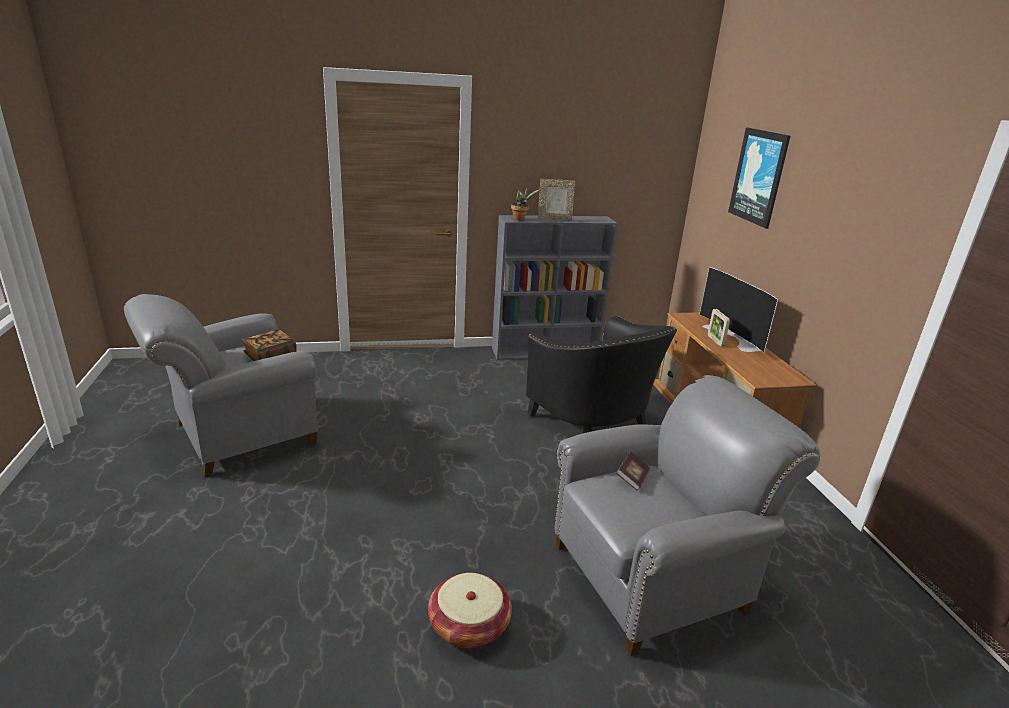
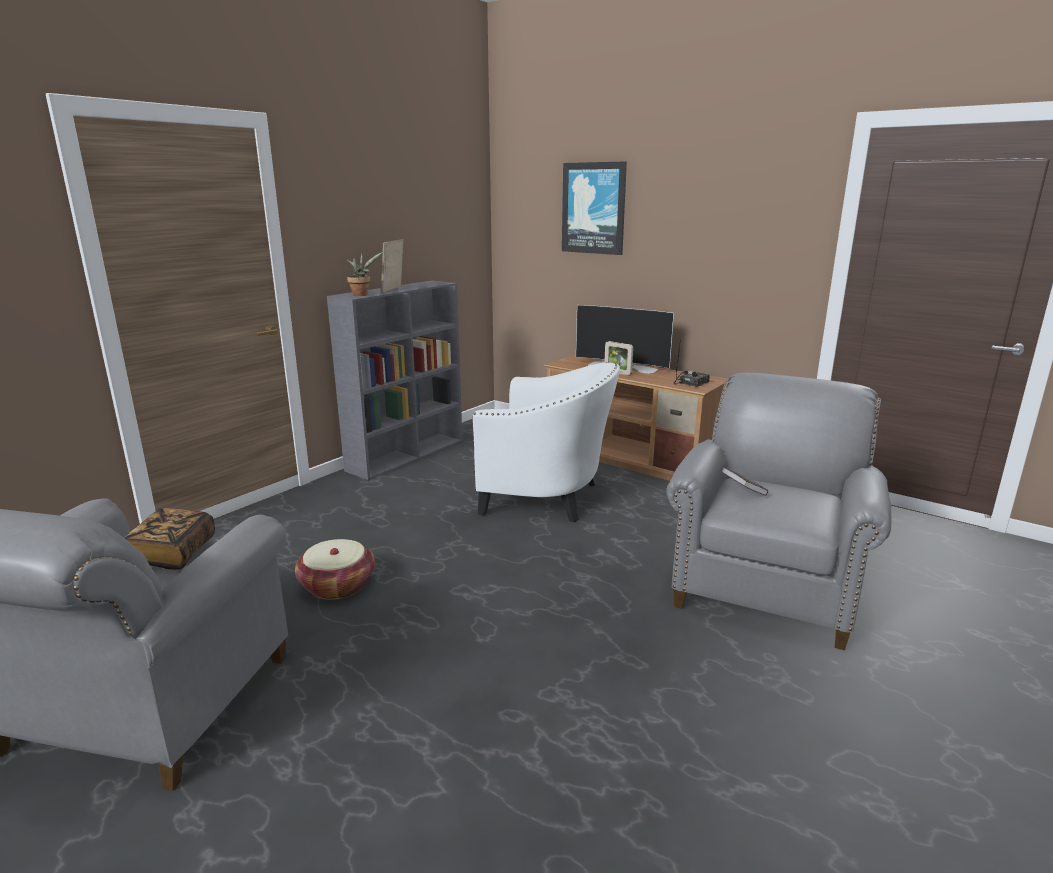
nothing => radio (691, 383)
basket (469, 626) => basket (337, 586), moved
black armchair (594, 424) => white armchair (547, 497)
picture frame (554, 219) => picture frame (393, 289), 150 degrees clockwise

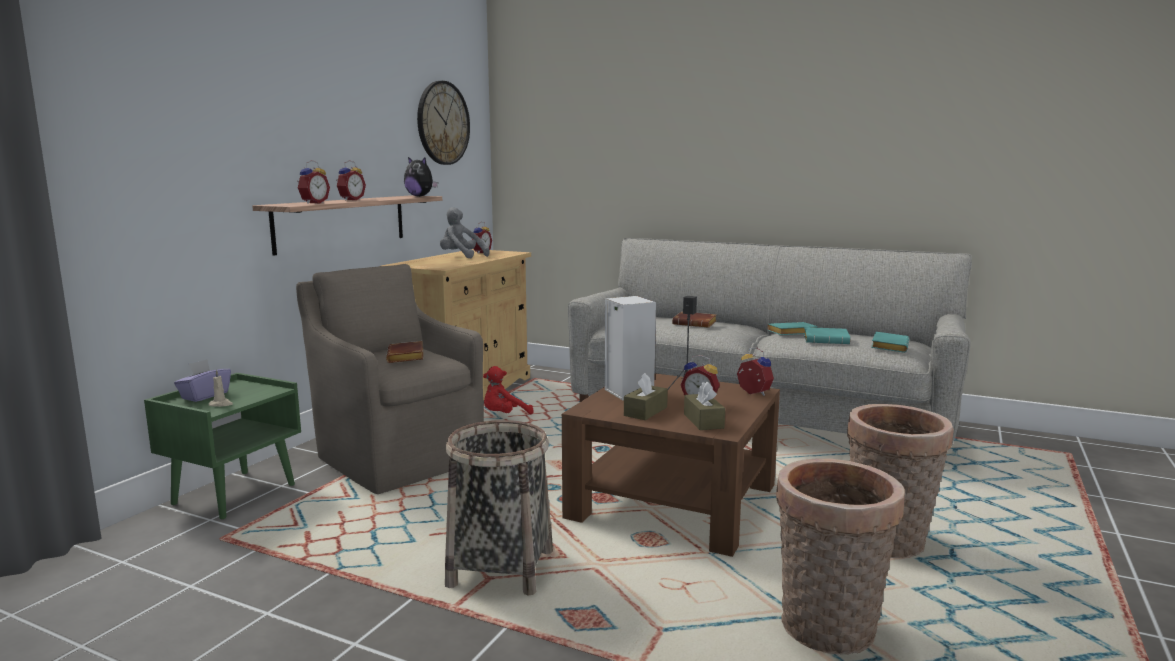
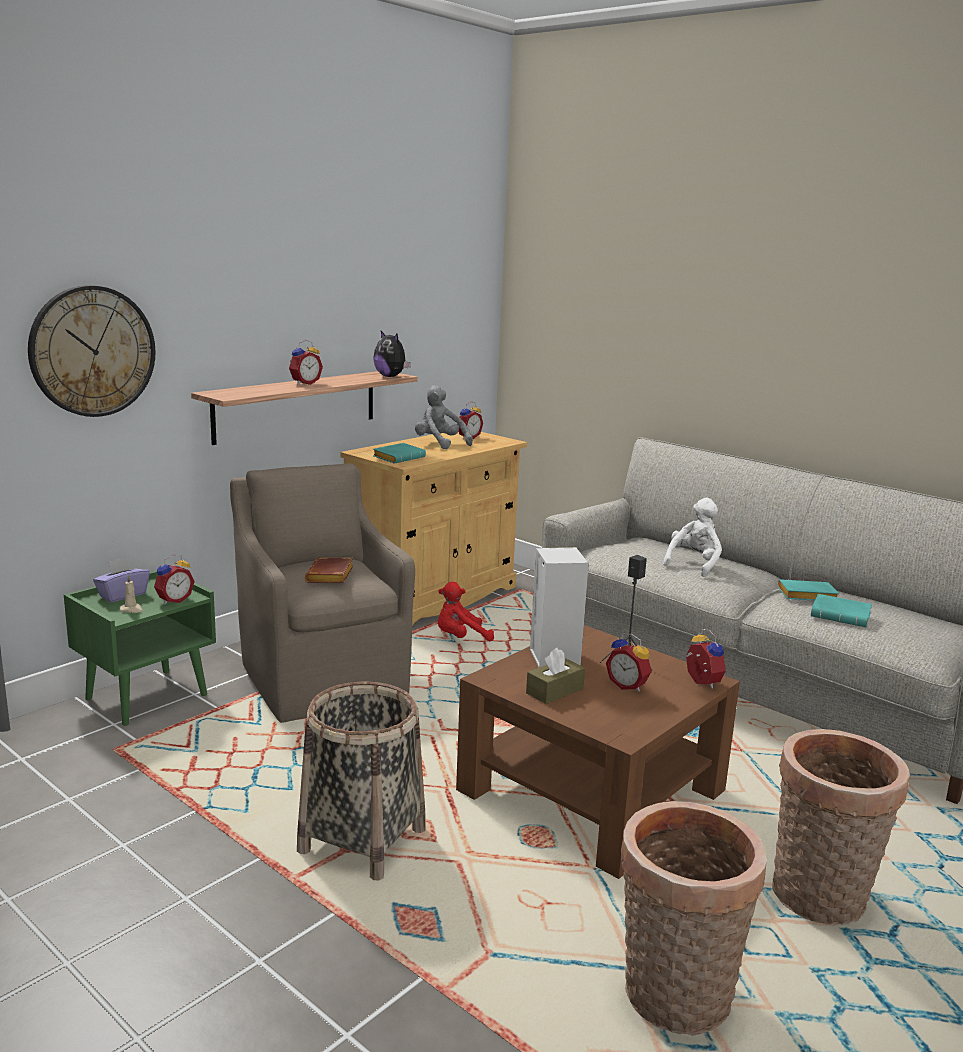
brown tissue box (703, 421) => nothing
alarm clock (313, 203) => alarm clock (173, 600), moved
wall clock (443, 123) => wall clock (92, 351), moved
turquoise book (888, 346) => turquoise book (399, 457), moved
brown book (696, 324) => white plush toy (694, 564)

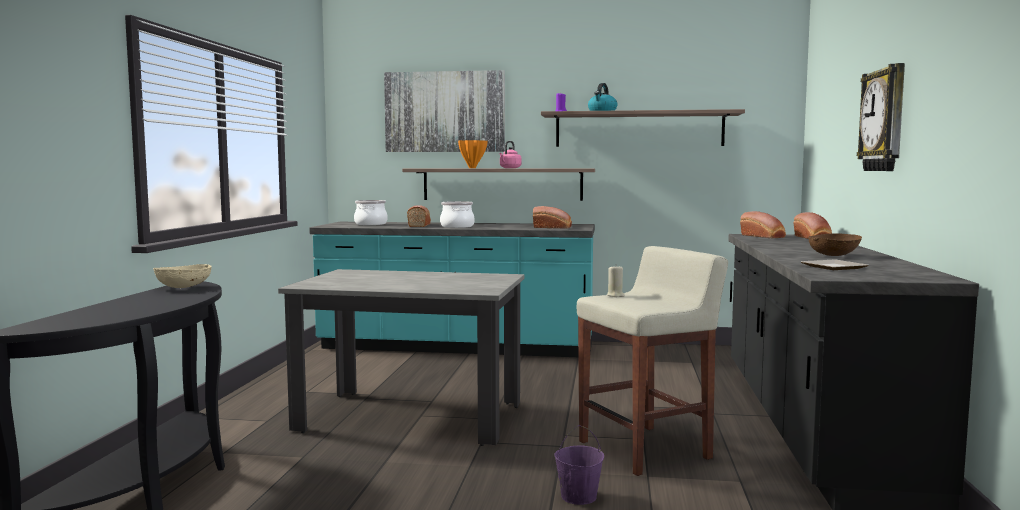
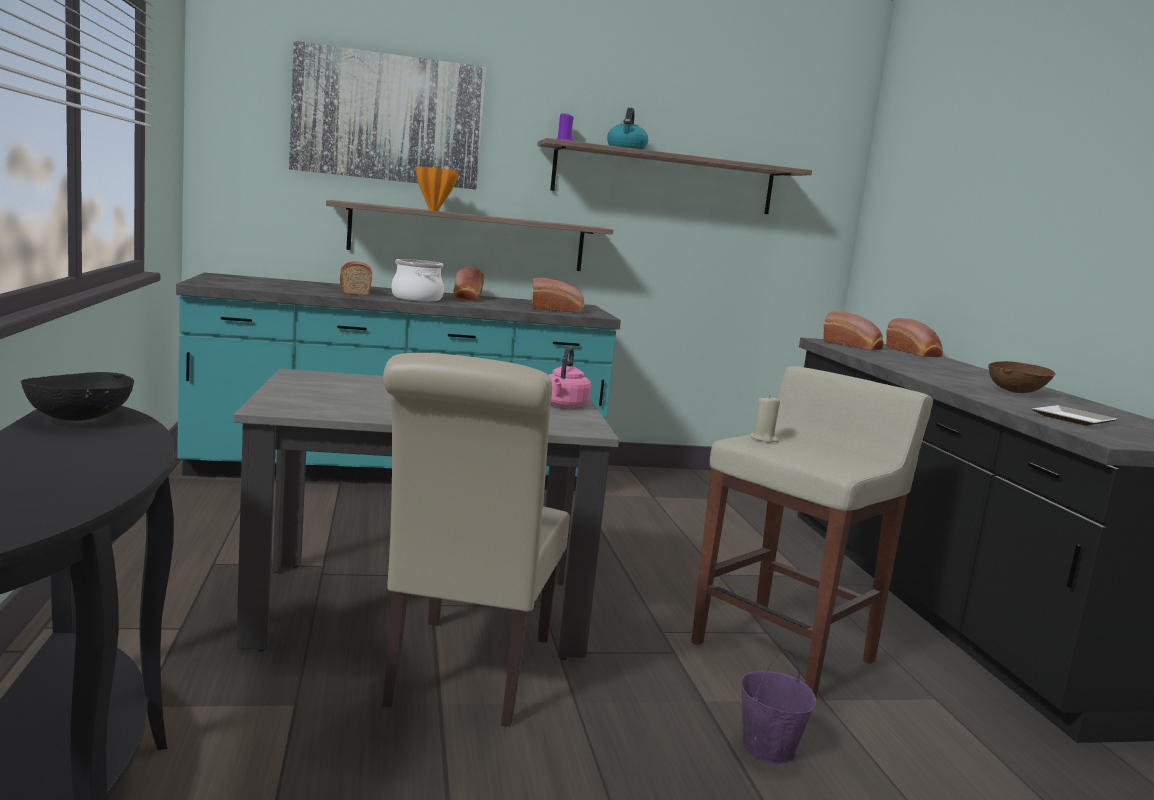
cooking pot (371, 224) => nothing
wall clock (885, 120) => nothing
nothing => beige chair (465, 676)
nothing => bread (467, 297)
pink kettle (509, 168) => pink kettle (564, 406), moved
beige bowl (183, 287) => black bowl (79, 418)

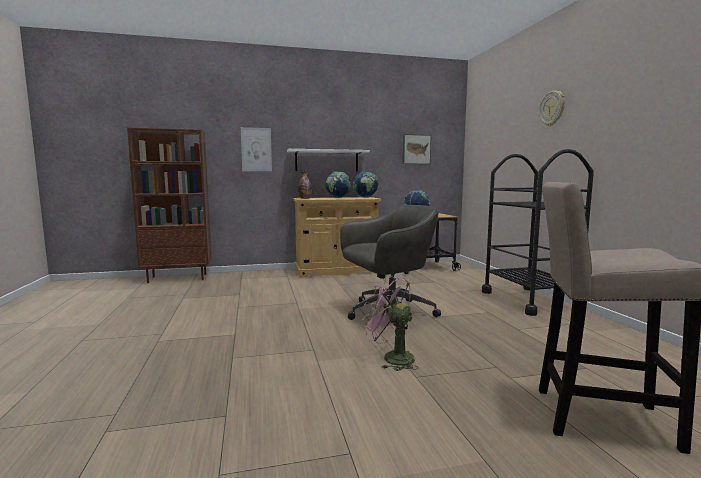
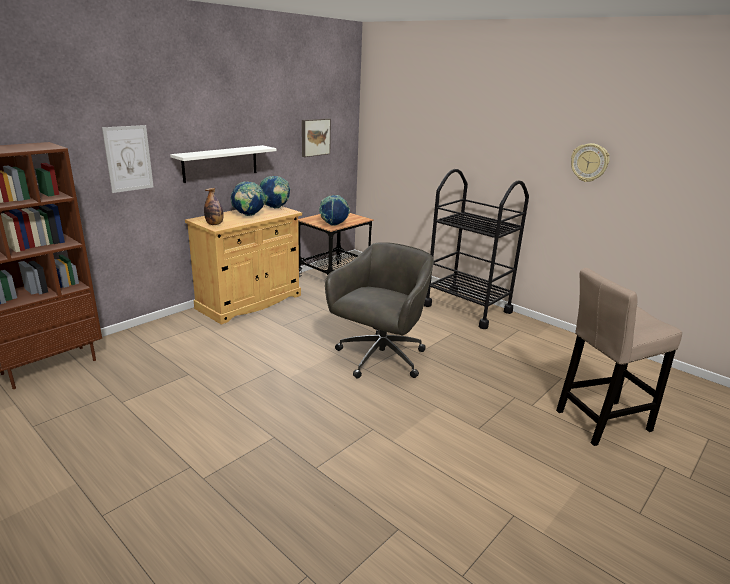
pink fan (391, 357) => nothing
wall clock (552, 108) => wall clock (589, 162), moved

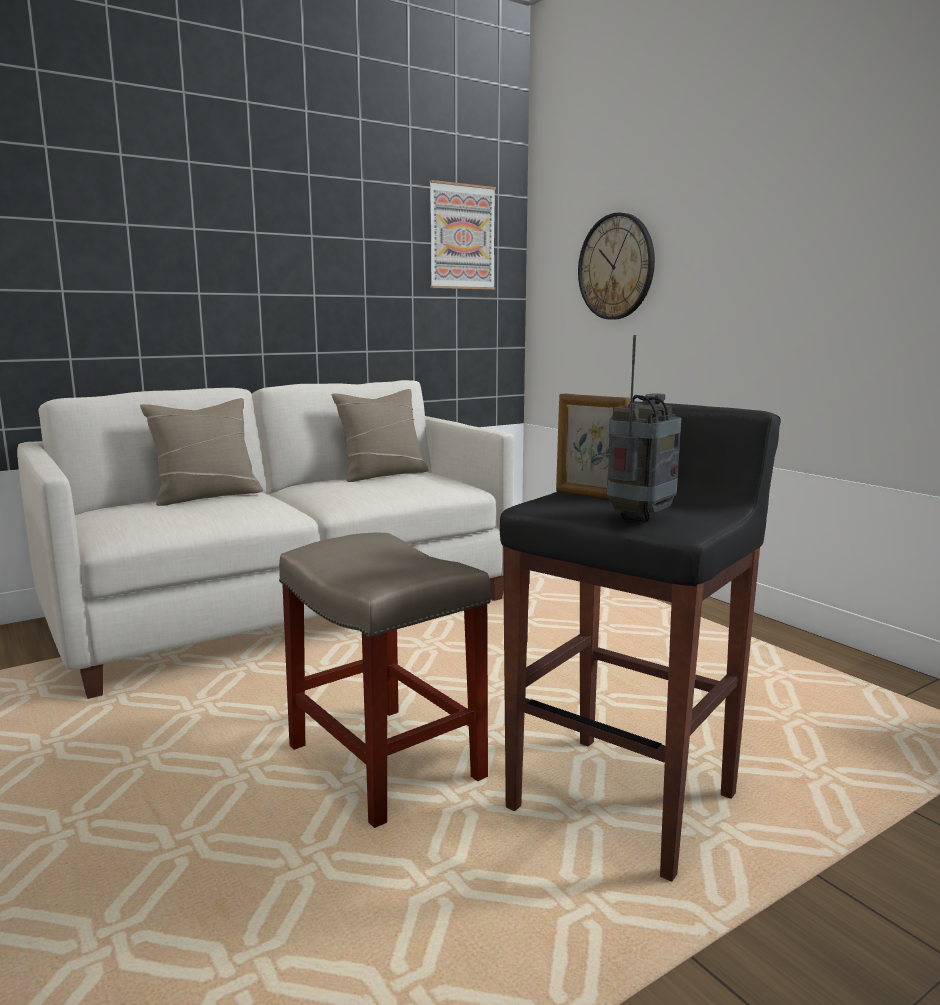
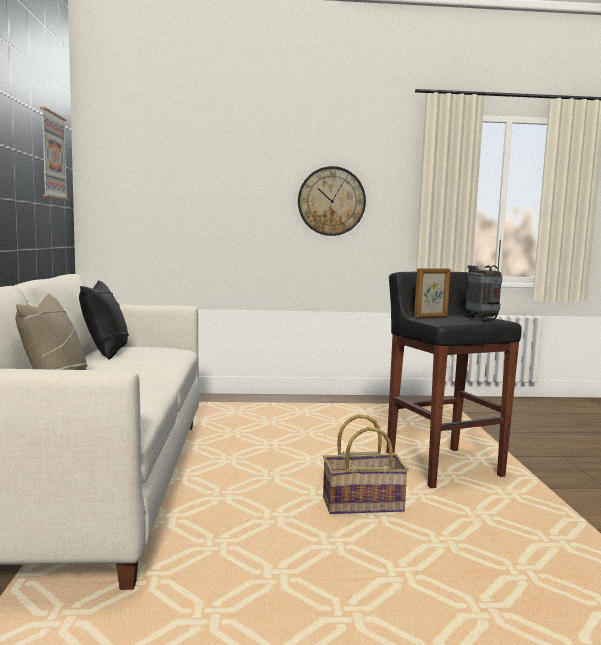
wall clock (616, 267) => wall clock (331, 201), moved
beige stool (387, 763) => basket (363, 504)
beige pillow (382, 475) => black pillow (106, 352)

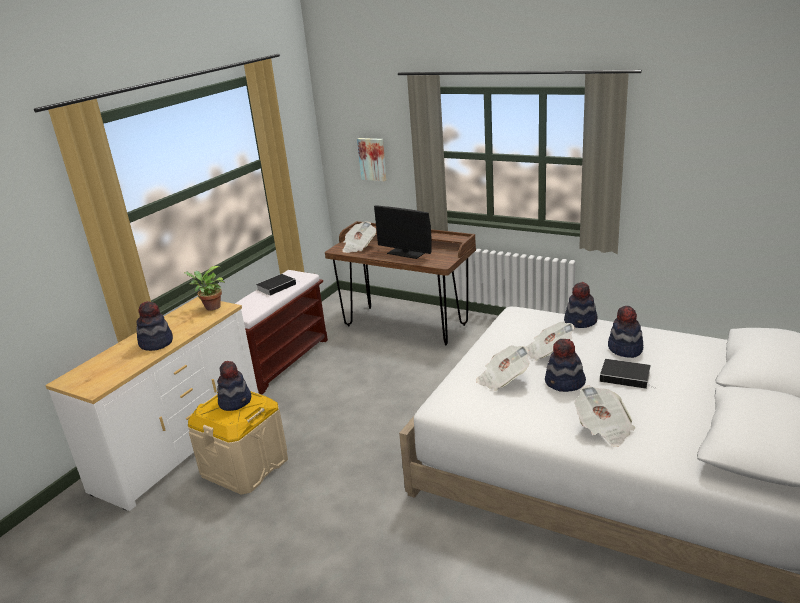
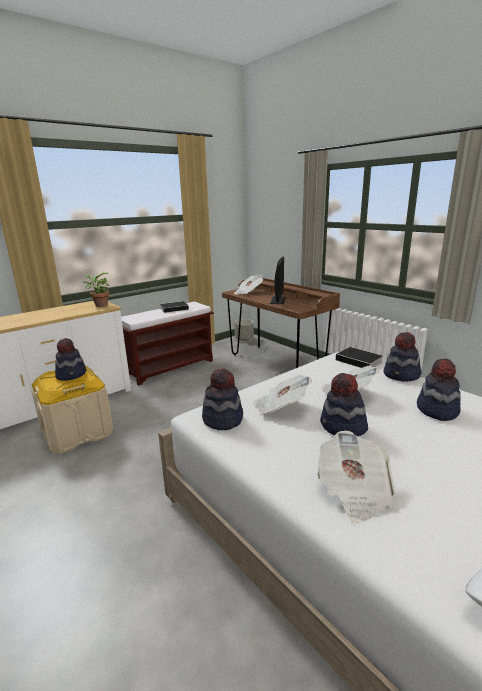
picture (372, 159) => nothing
nothing => grey planter (244, 339)
hat (156, 343) => hat (222, 419), moved
book (626, 376) => book (360, 361), moved
monitor (405, 253) => monitor (278, 300), 135 degrees counterclockwise

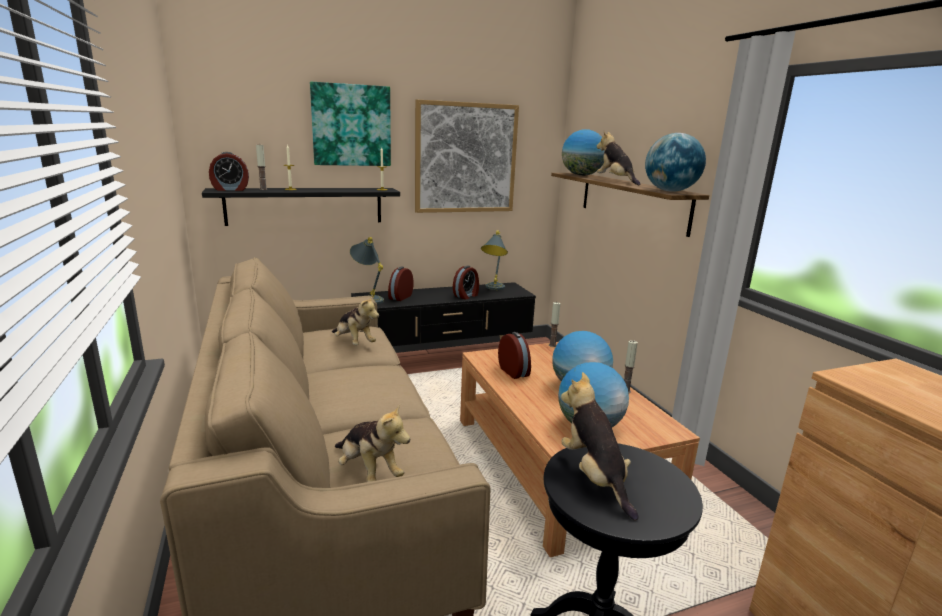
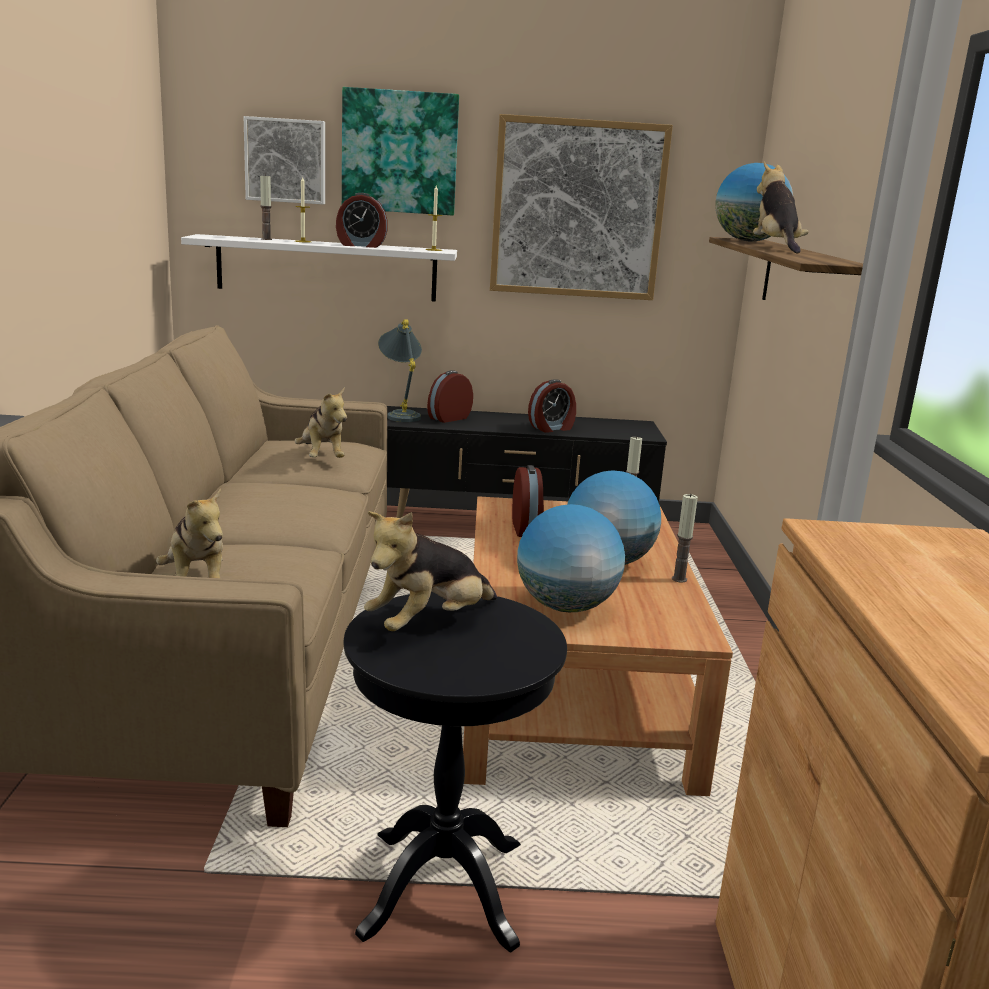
grey table lamp (493, 289) => nothing
globe (670, 191) => nothing
nothing => picture (286, 161)
alarm clock (230, 189) => alarm clock (361, 245), moved
black shelf (305, 206) => white shelf (327, 268)
plush toy (594, 477) => plush toy (429, 623), 135 degrees counterclockwise

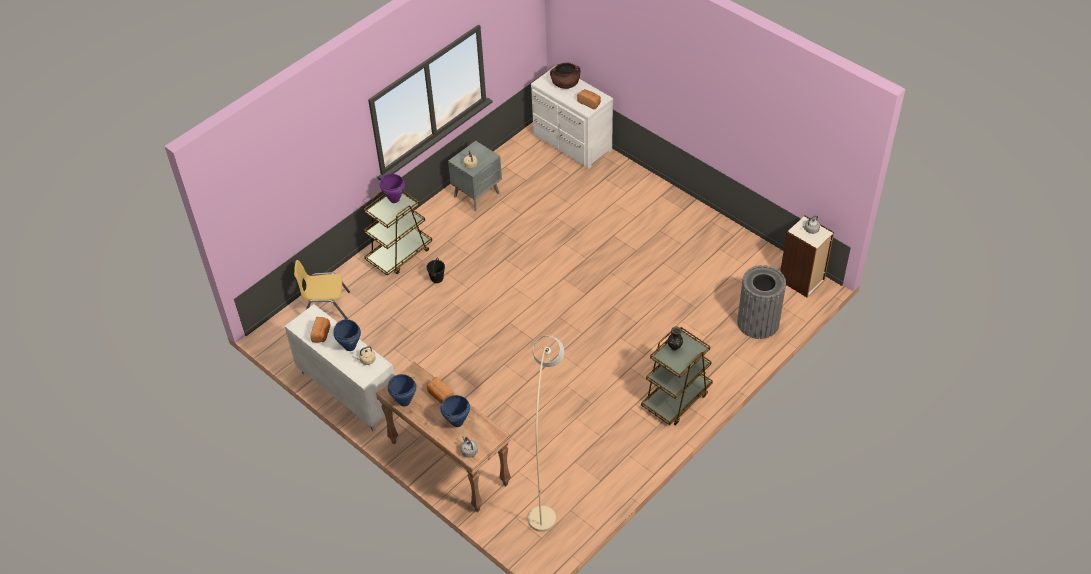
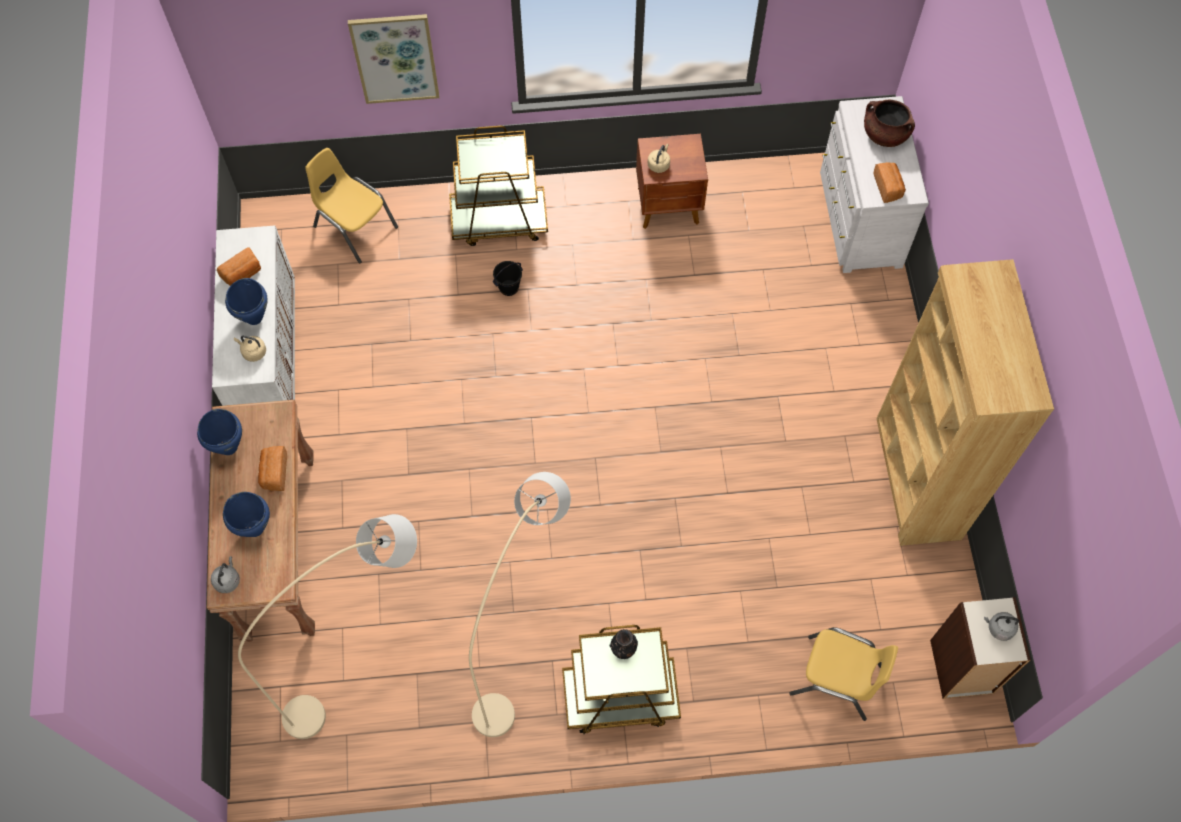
purple cooking pot (394, 199) => nothing
nothing => picture (395, 58)
nothing => beige floor lamp (524, 642)
nothing => brown bookcase (916, 478)
grey trash can (758, 322) => yellow chair (836, 679)
grey nightstand (477, 195) => brown nightstand (669, 207)

